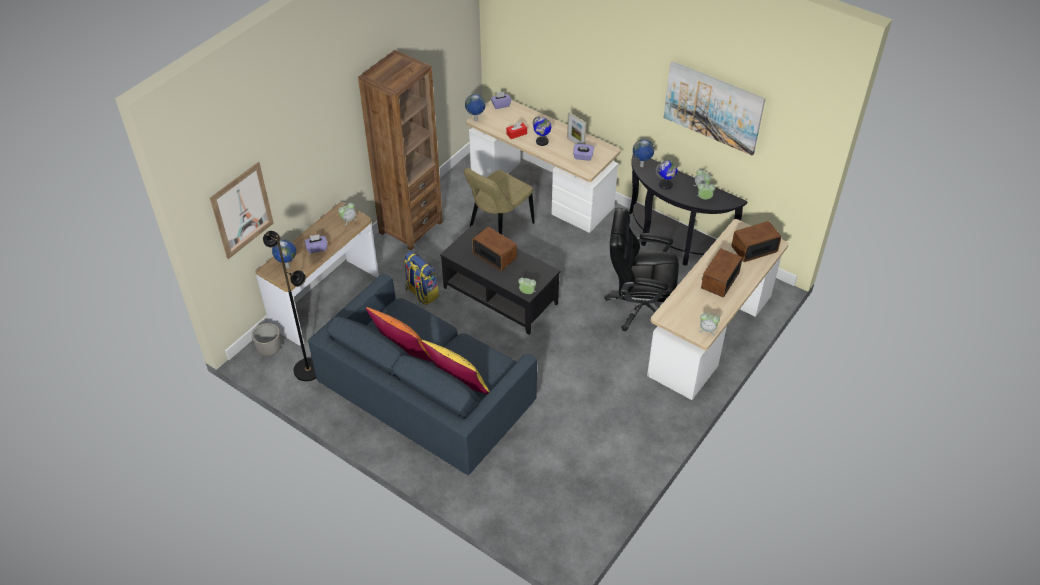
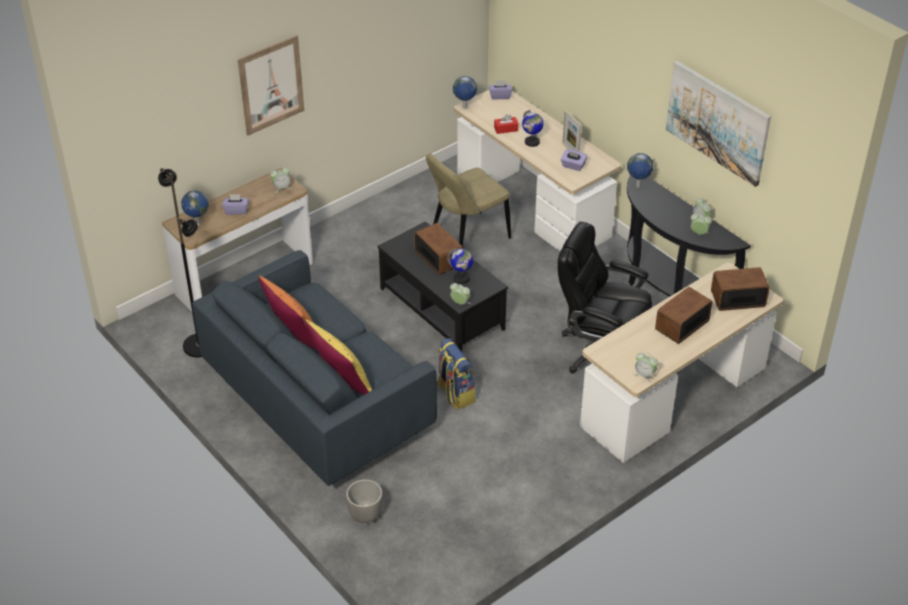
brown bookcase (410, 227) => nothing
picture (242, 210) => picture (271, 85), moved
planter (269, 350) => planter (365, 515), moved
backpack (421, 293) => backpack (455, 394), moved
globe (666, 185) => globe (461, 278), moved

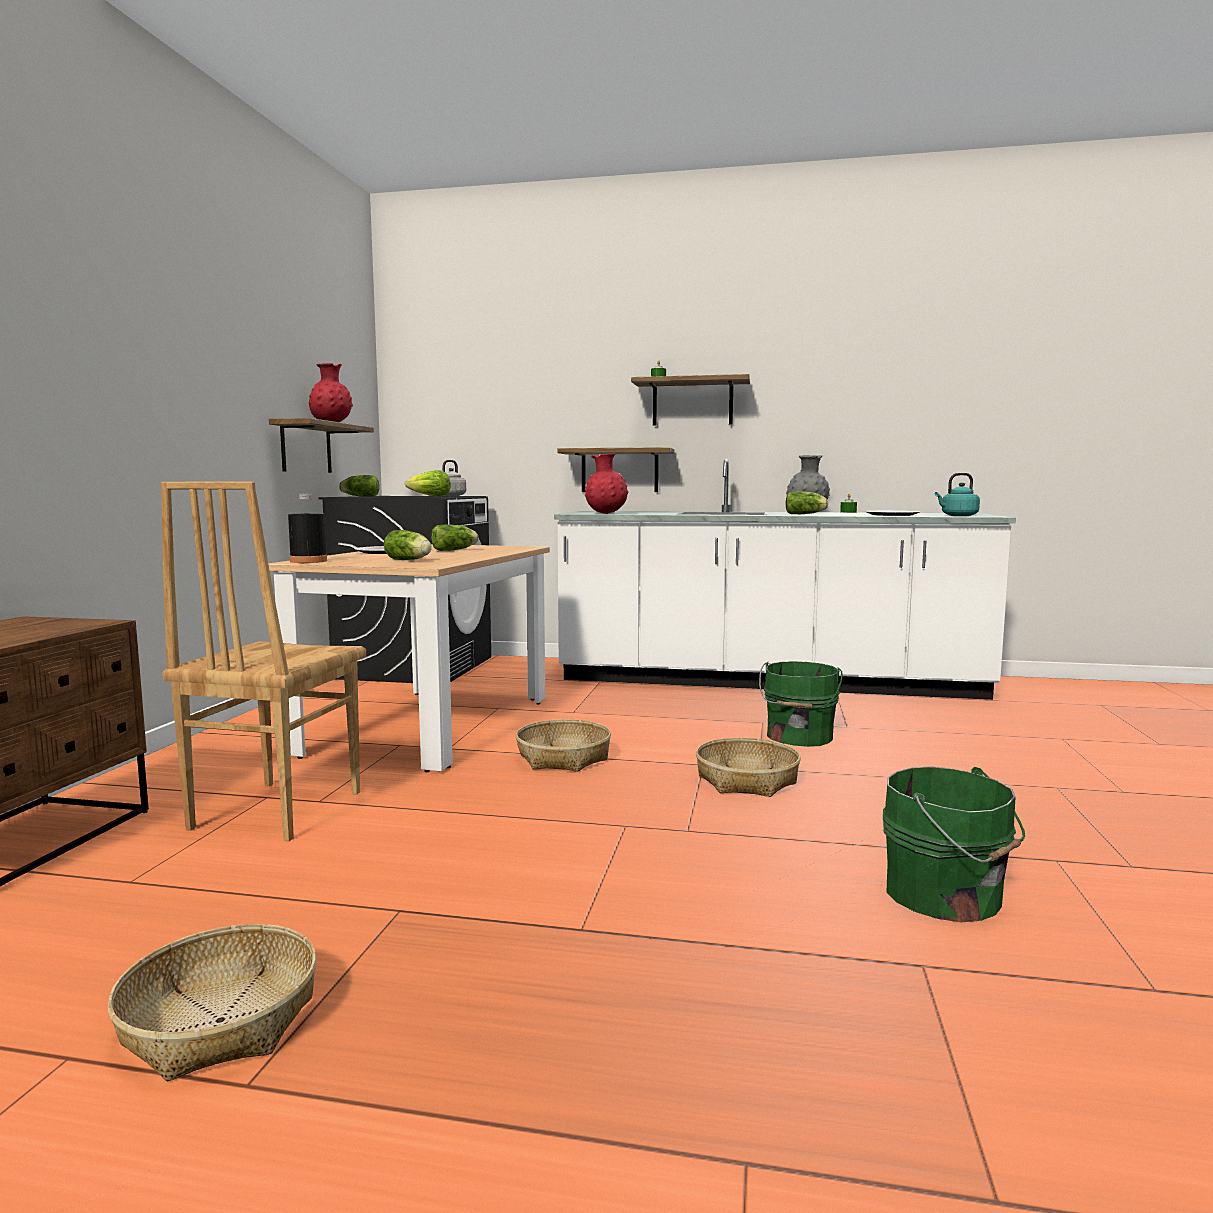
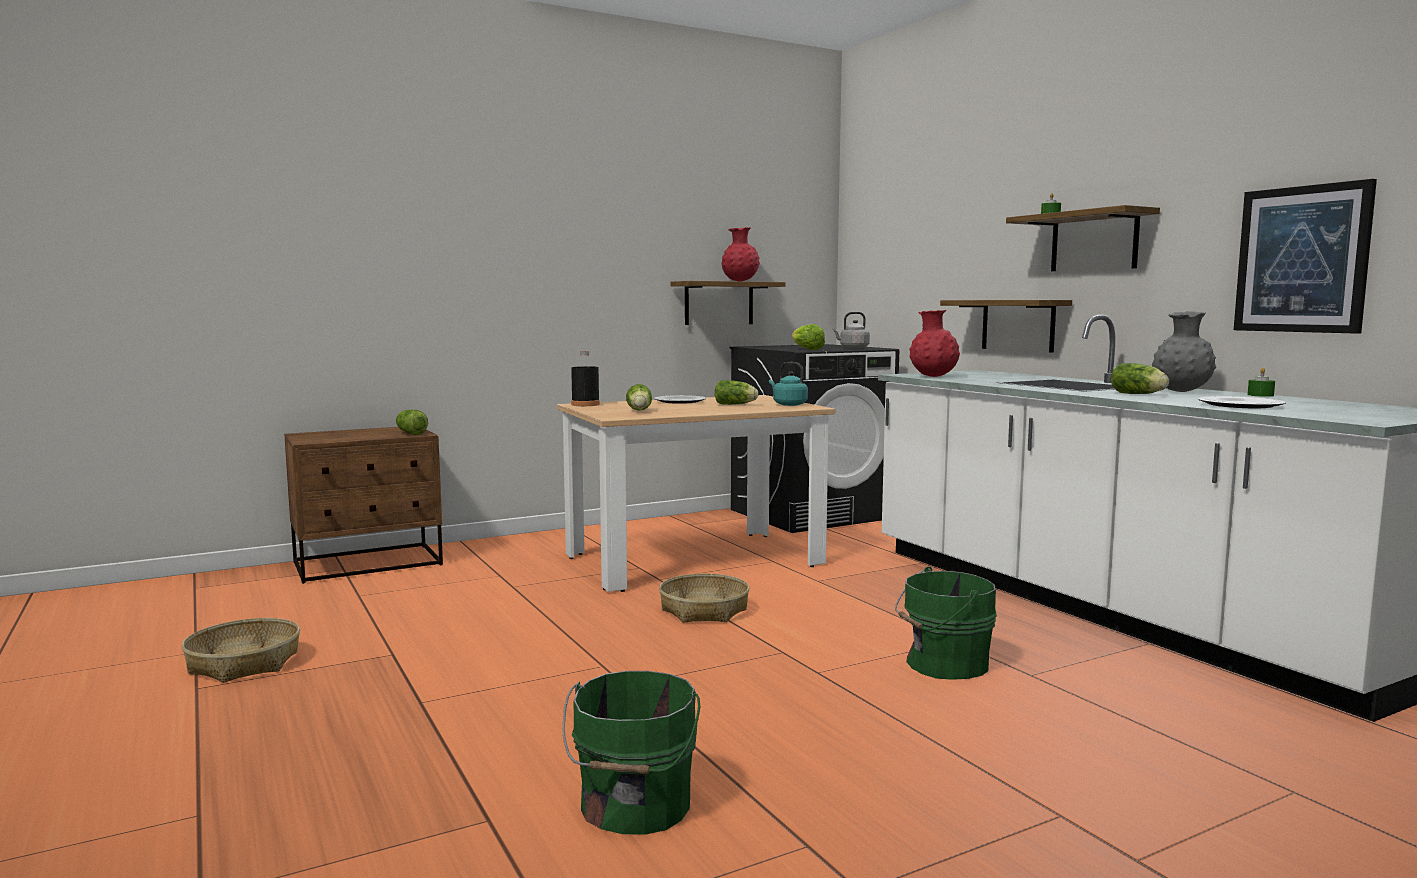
brown chair (274, 810) => nothing
basket (746, 780) => nothing
nothing => picture (1302, 259)
lettuce (359, 496) => lettuce (410, 433), moved
turquoise kettle (957, 516) => turquoise kettle (788, 404), moved

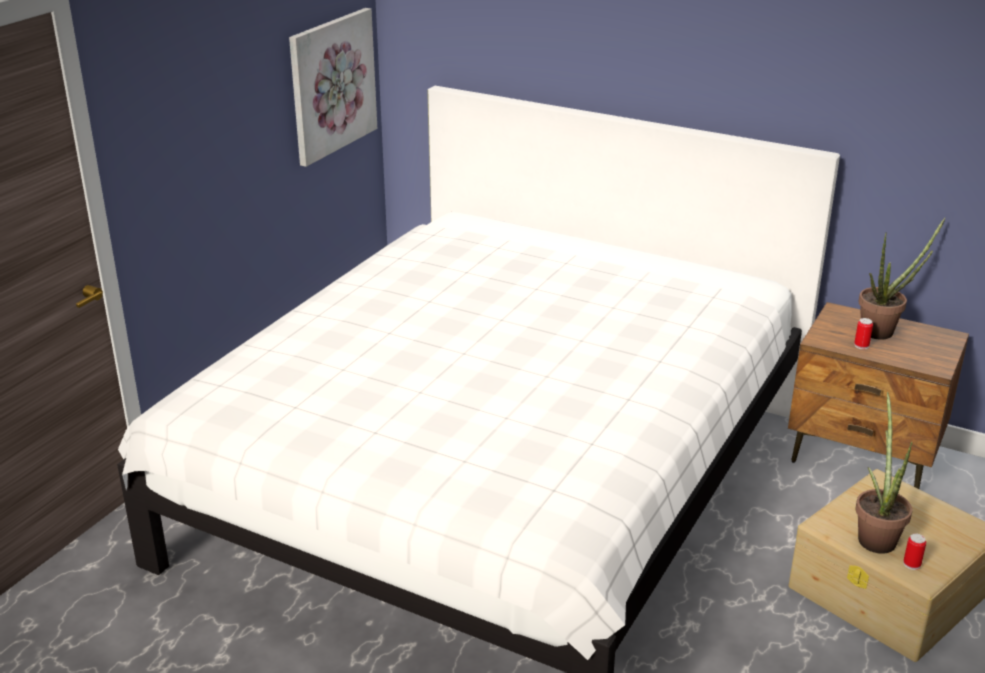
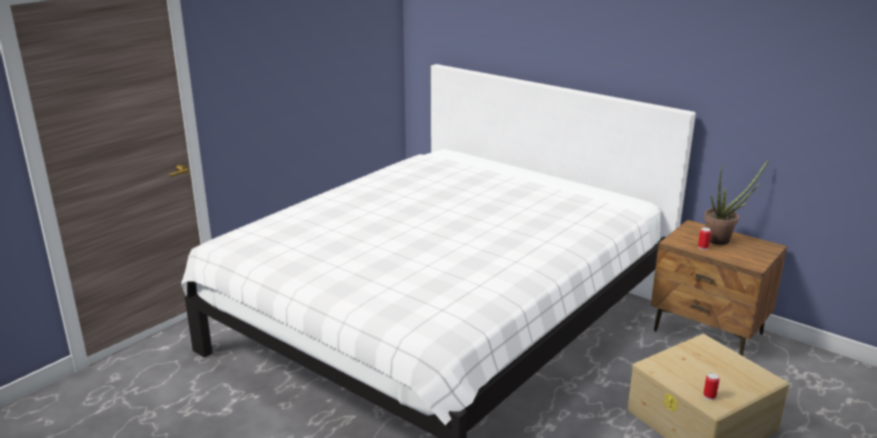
picture (331, 85) => nothing
potted plant (875, 536) => nothing

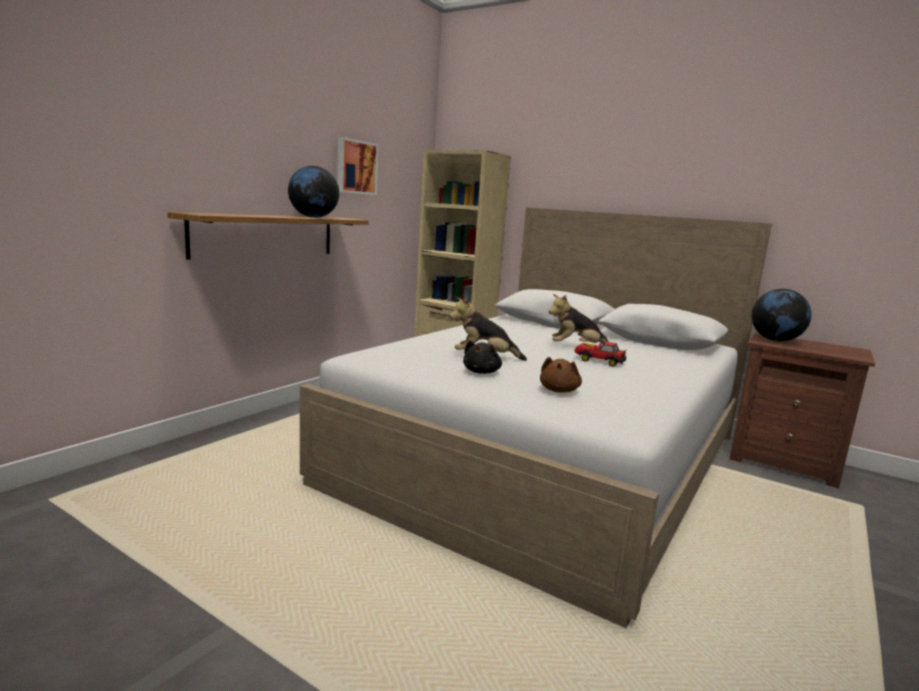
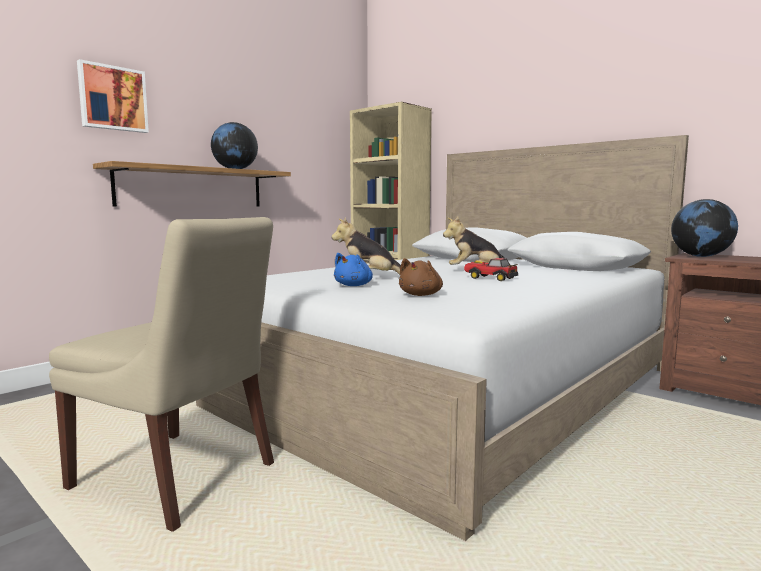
nothing => beige chair (179, 478)
picture (355, 167) => picture (112, 98), moved
black plush toy (482, 372) => blue plush toy (354, 285)

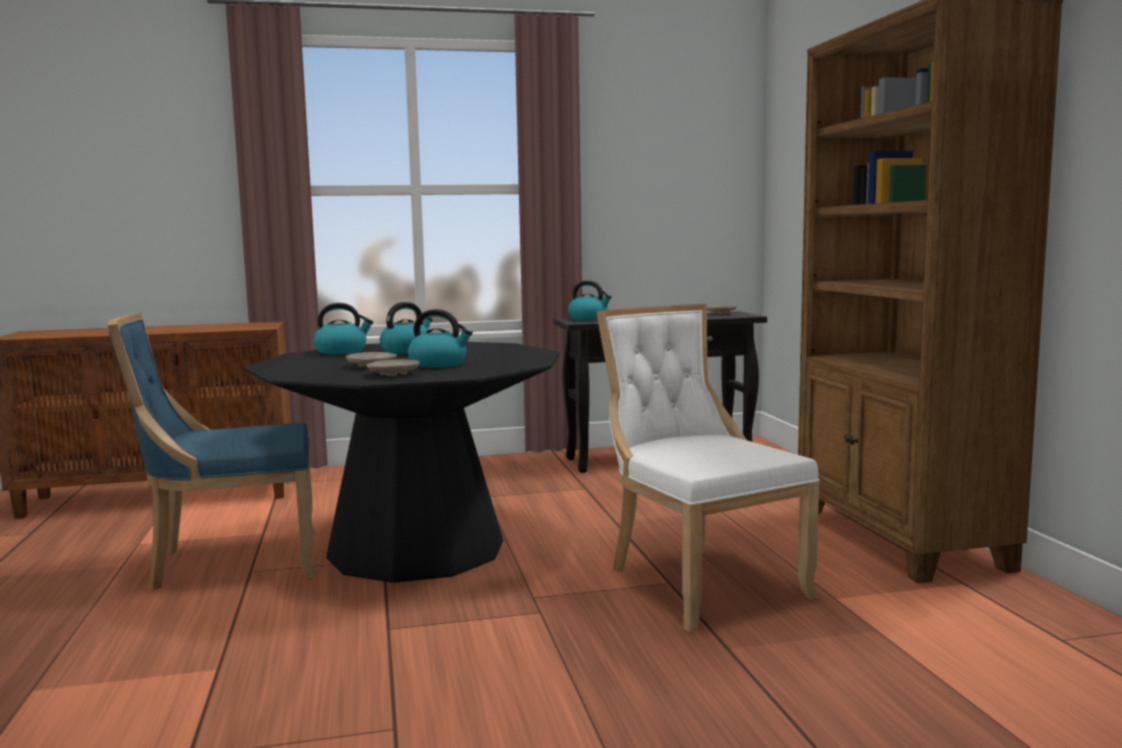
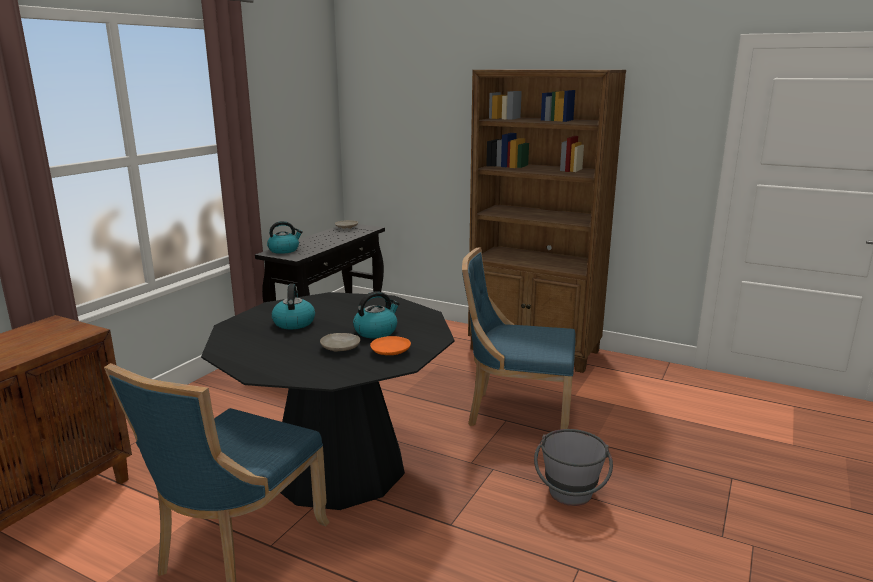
kettle (342, 351) => nothing
nothing => grey bucket (570, 498)
beige plate (393, 374) => orange plate (390, 352)
white chair (698, 582) => blue chair (516, 413)

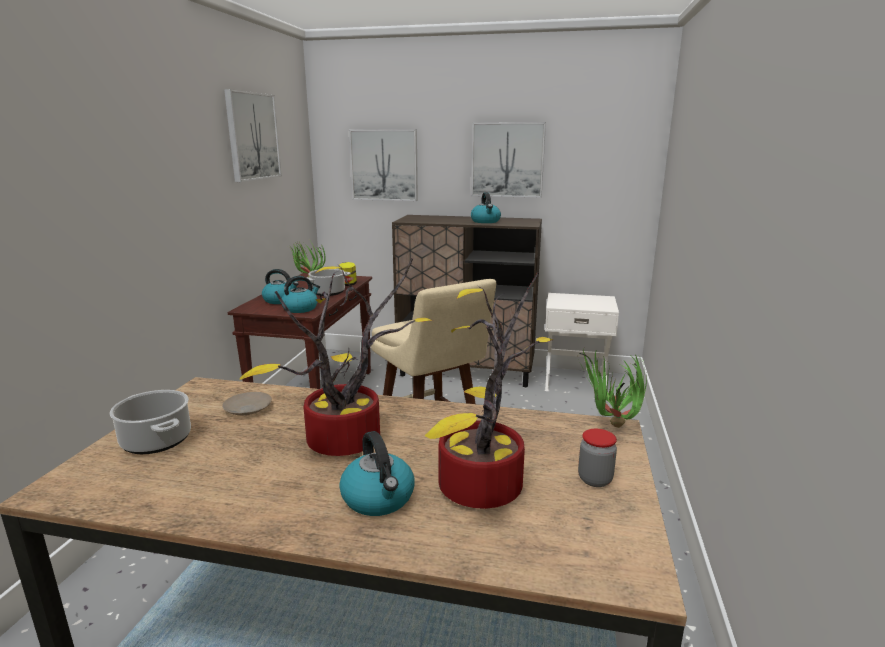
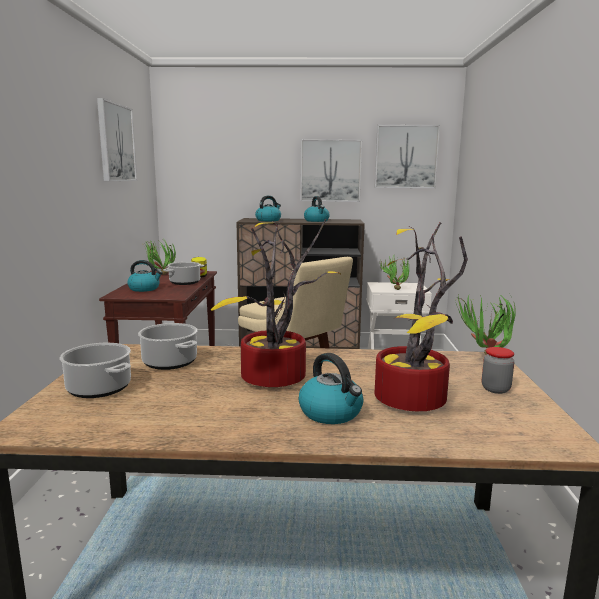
nothing => potted plant (394, 288)
kettle (300, 308) => kettle (268, 220), moved
picture (384, 165) => picture (406, 157), moved
beige plate (248, 409) => cooking pot (170, 362)

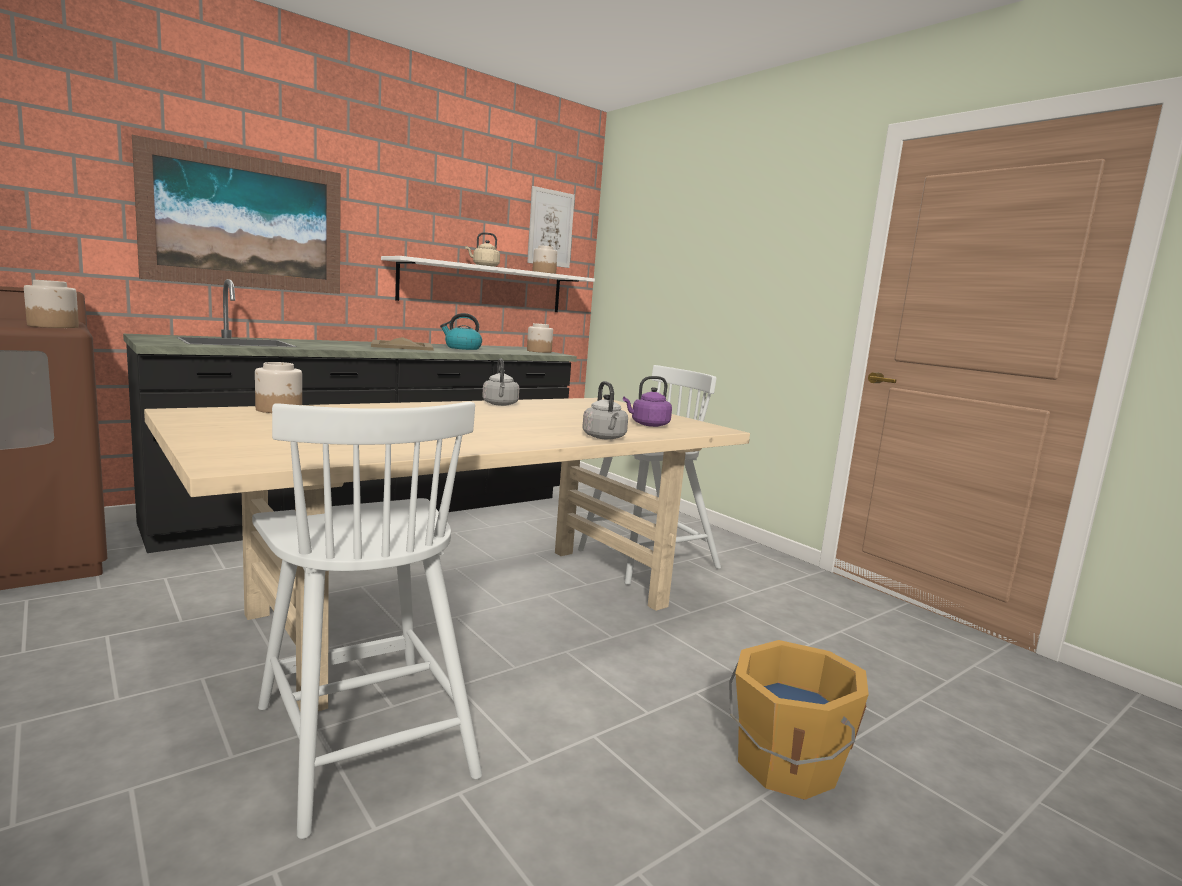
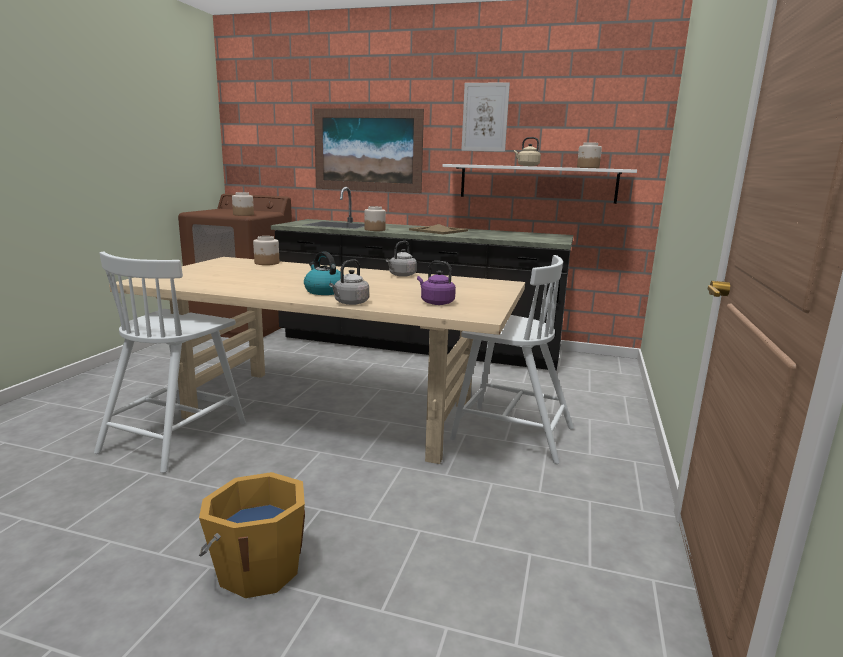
kettle (462, 348) => kettle (324, 291), moved
picture (550, 228) => picture (485, 117), moved
jar (538, 351) => jar (374, 230), moved

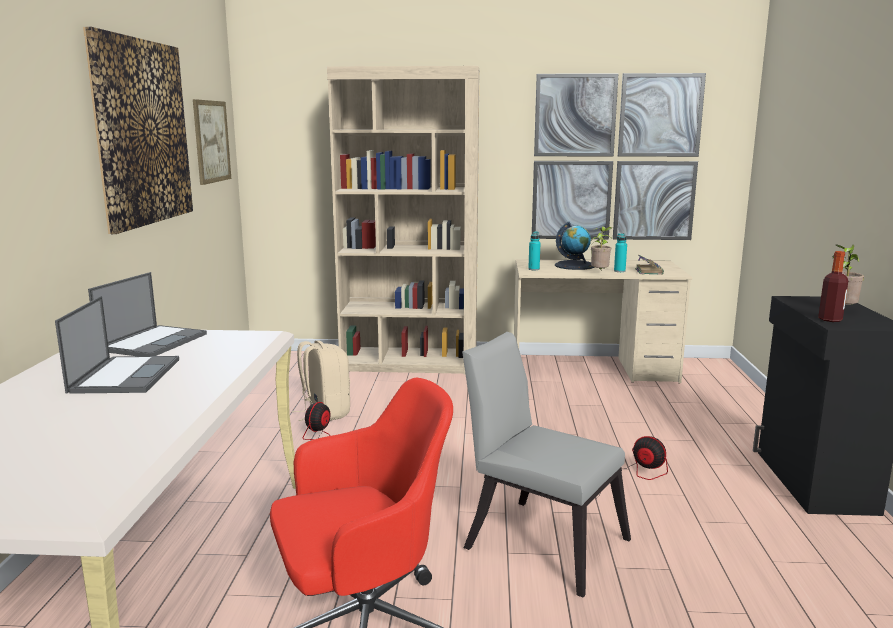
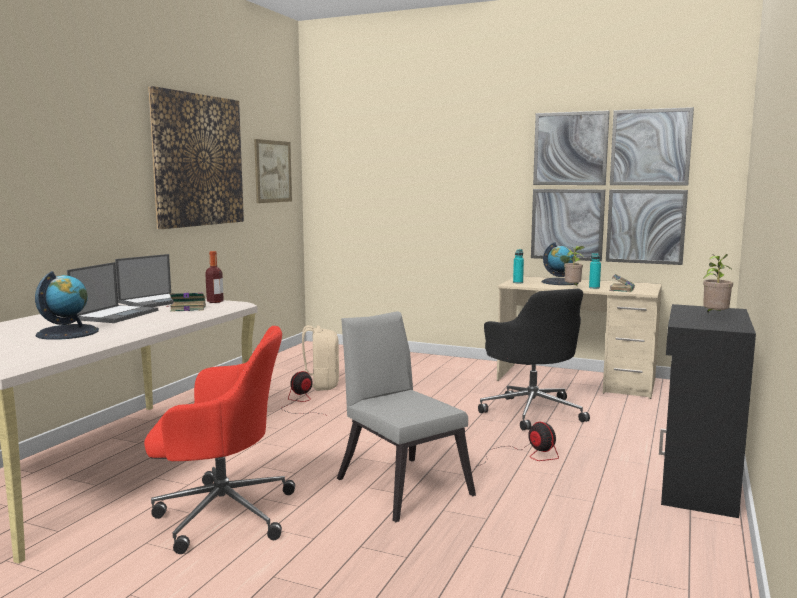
beige bookcase (410, 363) => nothing
nothing => globe (67, 333)
nothing => book (187, 308)
nothing => black office chair (532, 411)
bottle (830, 319) => bottle (215, 301), moved

